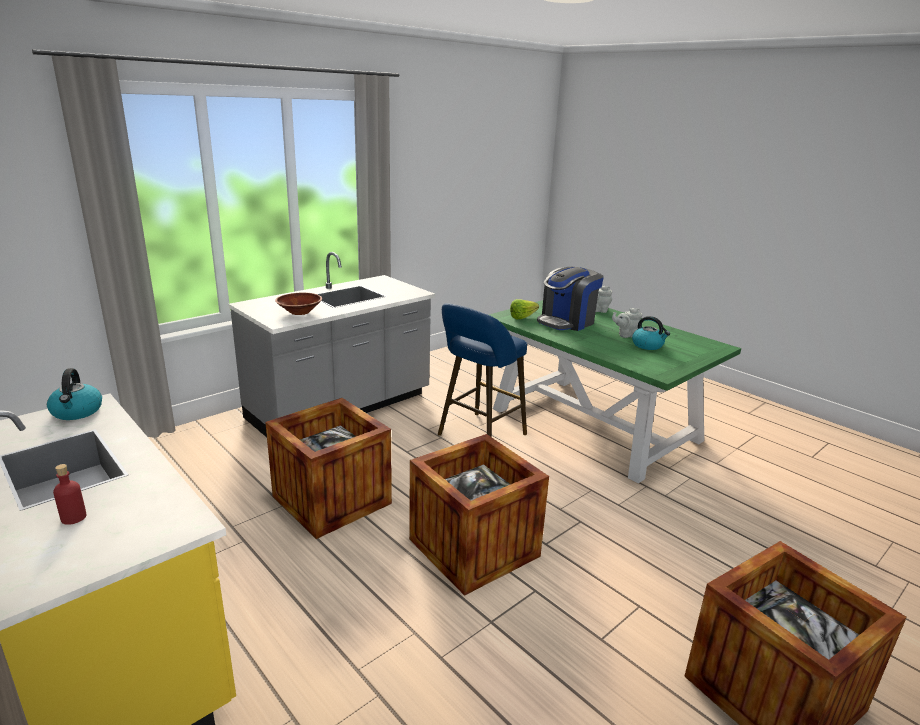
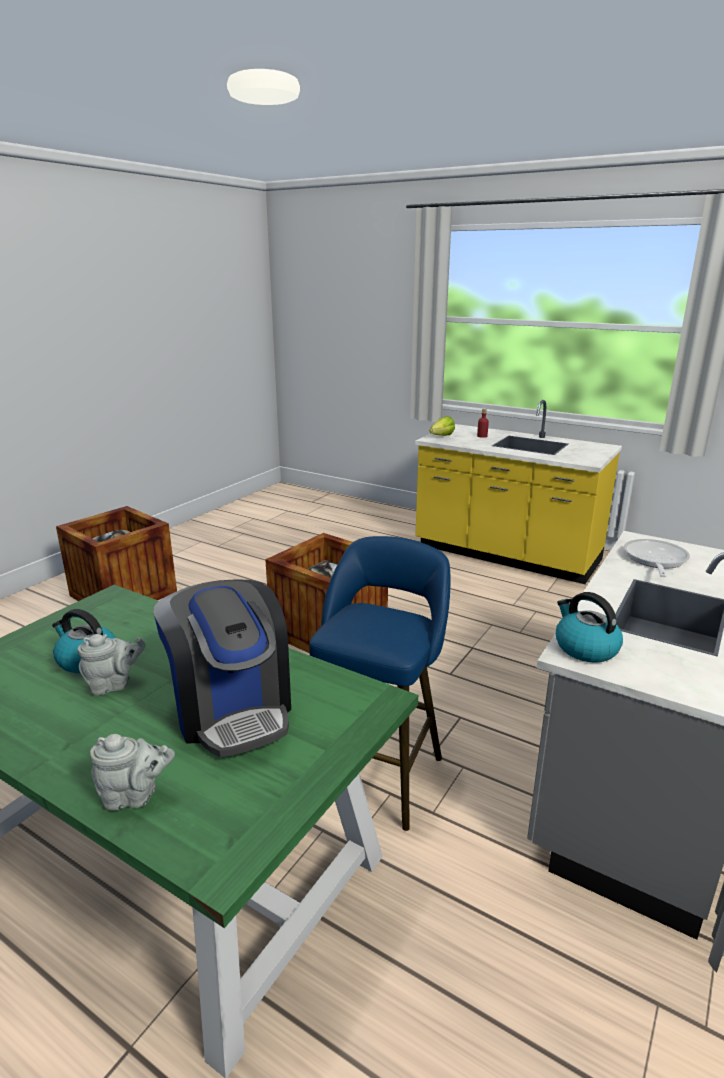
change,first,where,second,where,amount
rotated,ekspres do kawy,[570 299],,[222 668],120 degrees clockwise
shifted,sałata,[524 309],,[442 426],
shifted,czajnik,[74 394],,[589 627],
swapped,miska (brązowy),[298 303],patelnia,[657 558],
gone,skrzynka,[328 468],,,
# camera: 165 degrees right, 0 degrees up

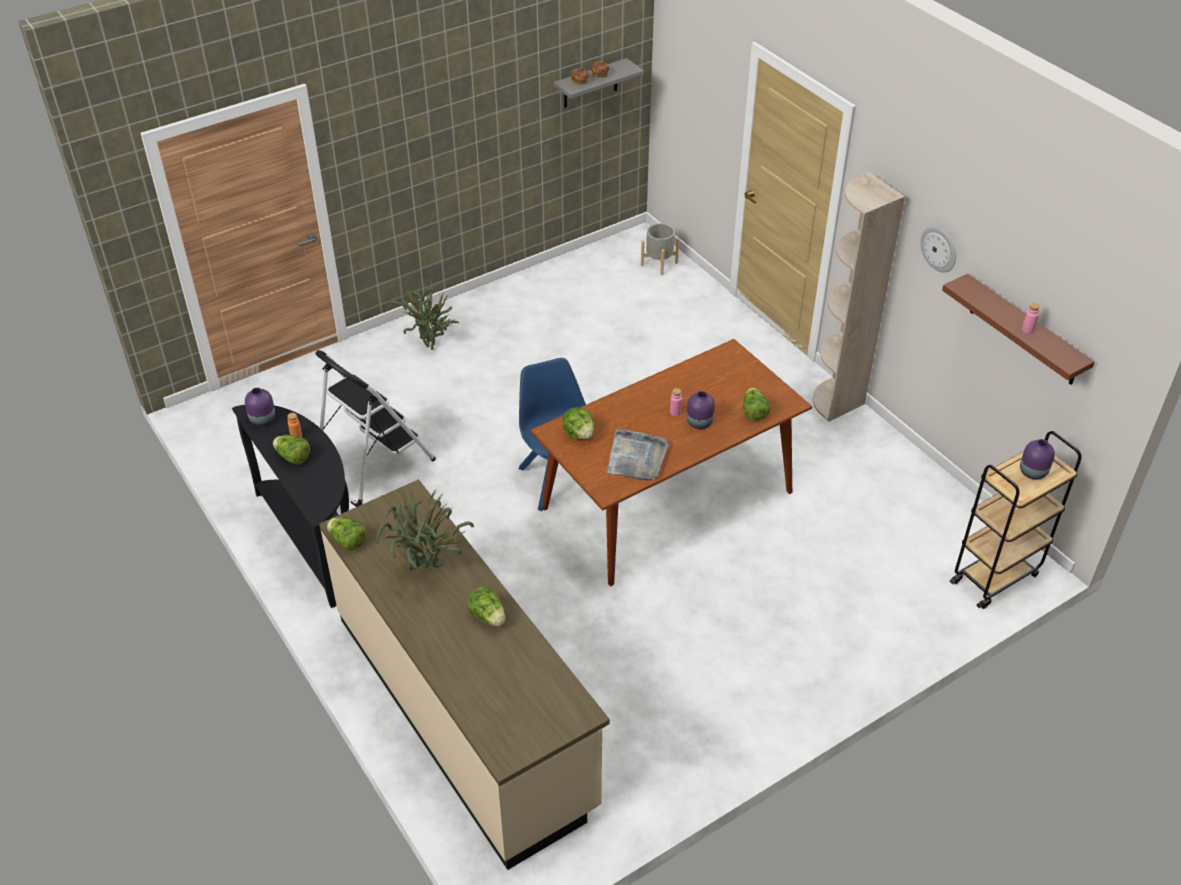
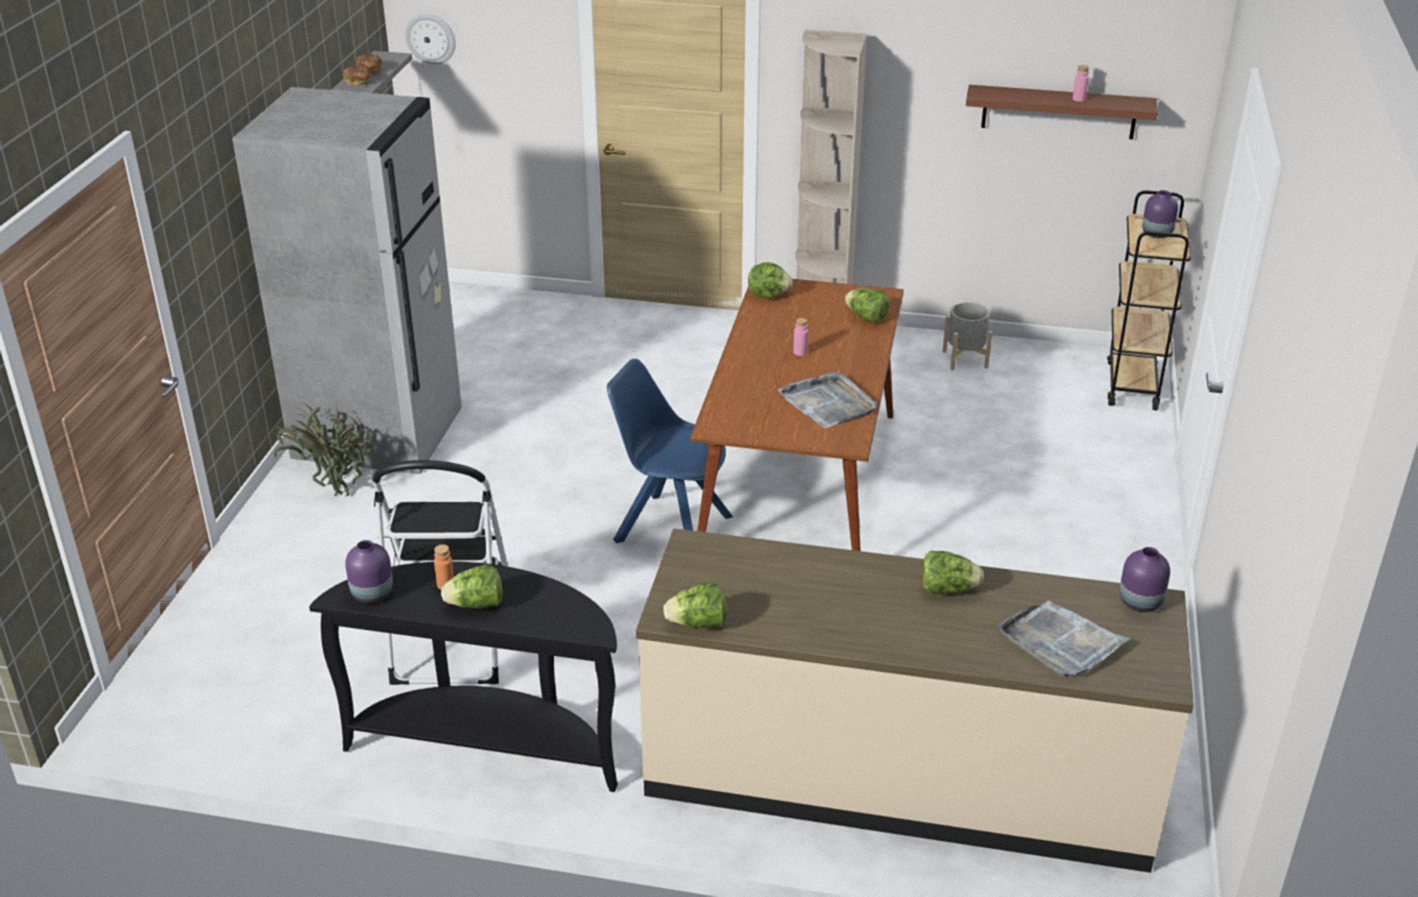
change,first,where,second,where,amount
new,,,lodówka (szary),[347 280],
shifted,zegar ścienny,[938 250],,[430 39],
shifted,sałata,[578 423],,[770 280],
shifted,donica (szary),[660 249],,[967 336],
new,,,taca (szary),[1064 639],
shifted,wazon (fioletowy),[701 410],,[1145 579],
gone,roślina doniczkowa,[425 528],,,
# camera: 45 degrees left, 10 degrees down

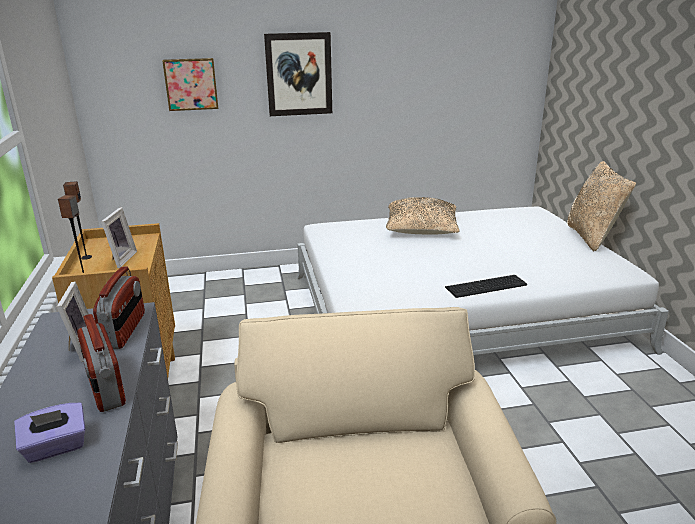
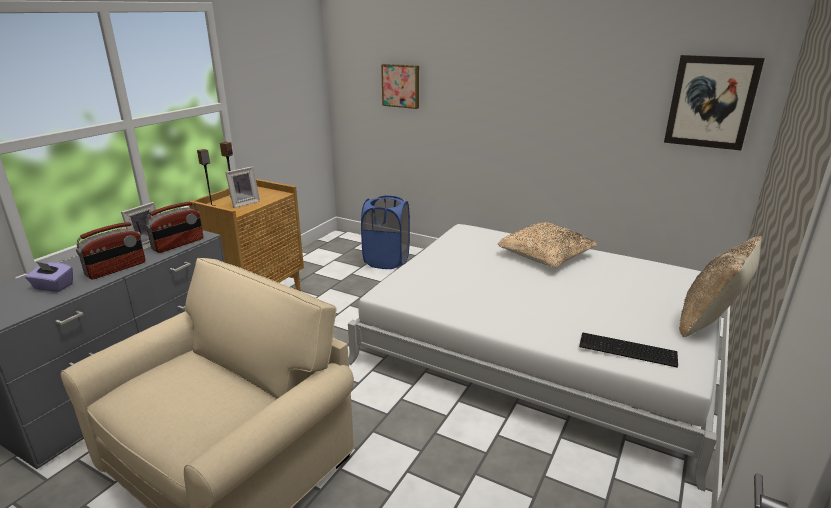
change,first,where,second,where,amount
rotated,radio,[101 363],,[110 250],150 degrees counterclockwise
new,,,kosz na pranie (niebieski),[385 232],
shifted,klawiatura,[486 286],,[628 350],
shifted,obraz,[298 74],,[714 102],
# camera: 40 degrees right, 0 degrees up

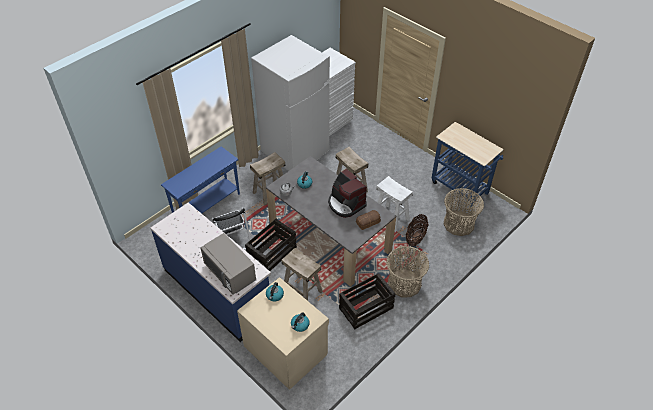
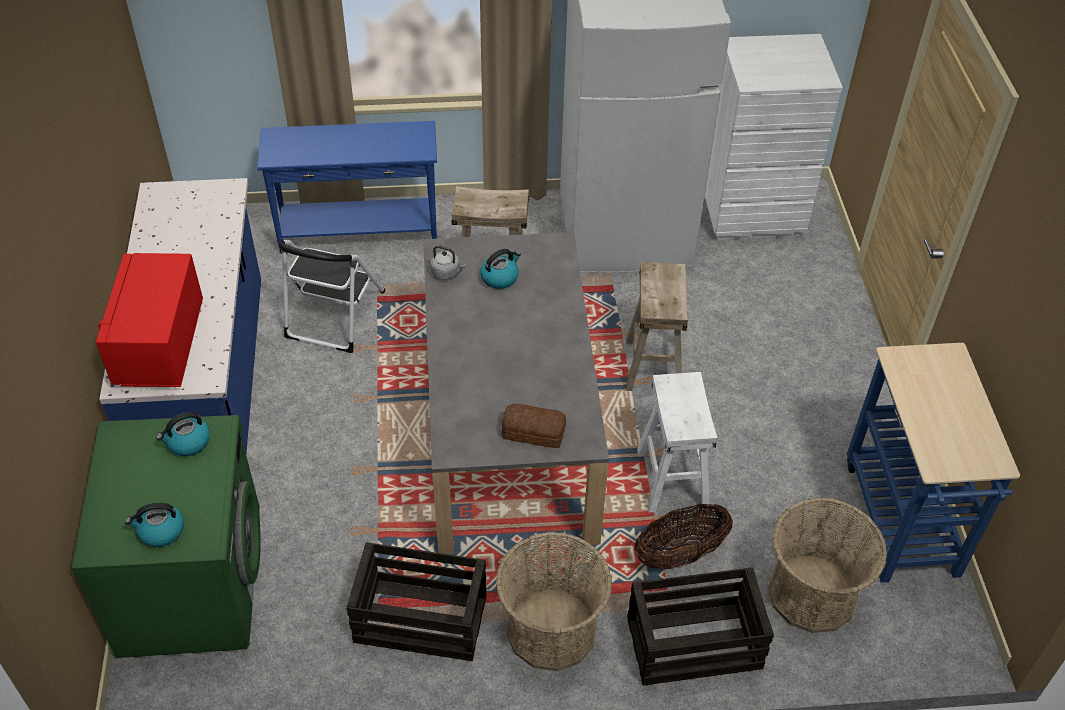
change,first,where,second,where,amount
repainted,pralka (beżowy),[283 333],pralka (zielony),[166 536],
repainted,mikrofalówka (szary),[228 263],mikrofalówka (czerwony),[149 320],
shifted,skrzynka,[271 245],,[700 626],
gone,stołek (beżowy),[302 274],,,
gone,ekspres do kawy,[347 193],,,
# camera: 40 degrees right, 0 degrees up

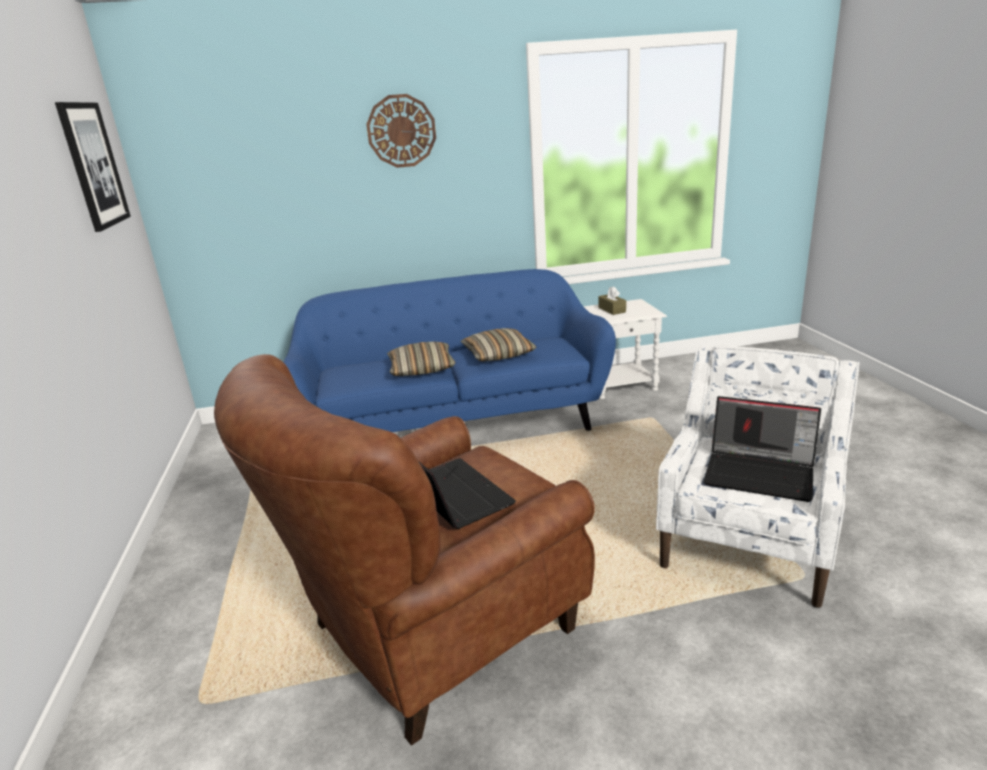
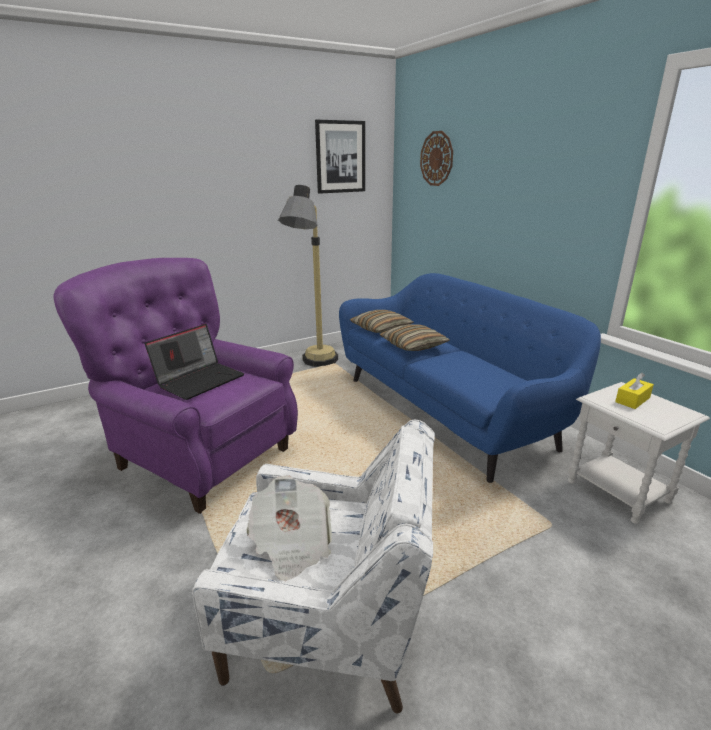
change,first,where,second,where,amount
repainted,fotel (brązowy),[404 550],fotel (fioletowy),[175 386],
swapped,laptop,[762 449],gazeta,[289 528],
new,,,lampa stojąca,[308 276],
shifted,poduszka,[498 344],,[382 321],
shifted,zegar ścienny,[401 131],,[436 158],
repainted,pudełko chusteczek (brązowy),[612 300],pudełko chusteczek (żółty),[634 391],
# camera: 70 degrees right, 0 degrees up

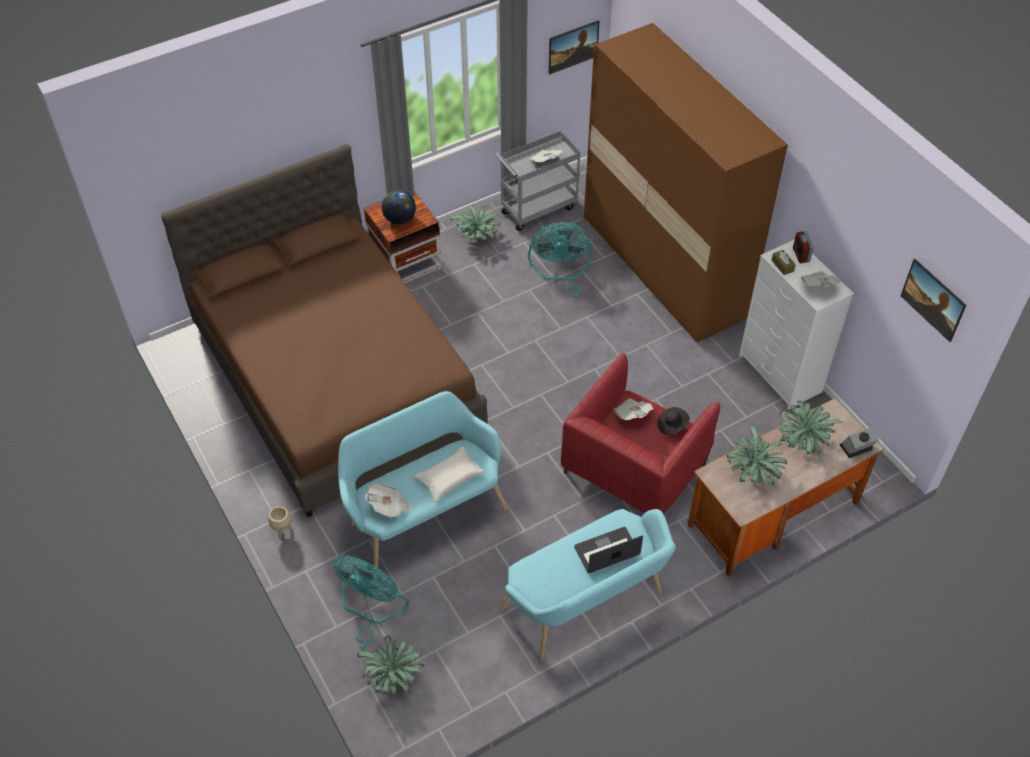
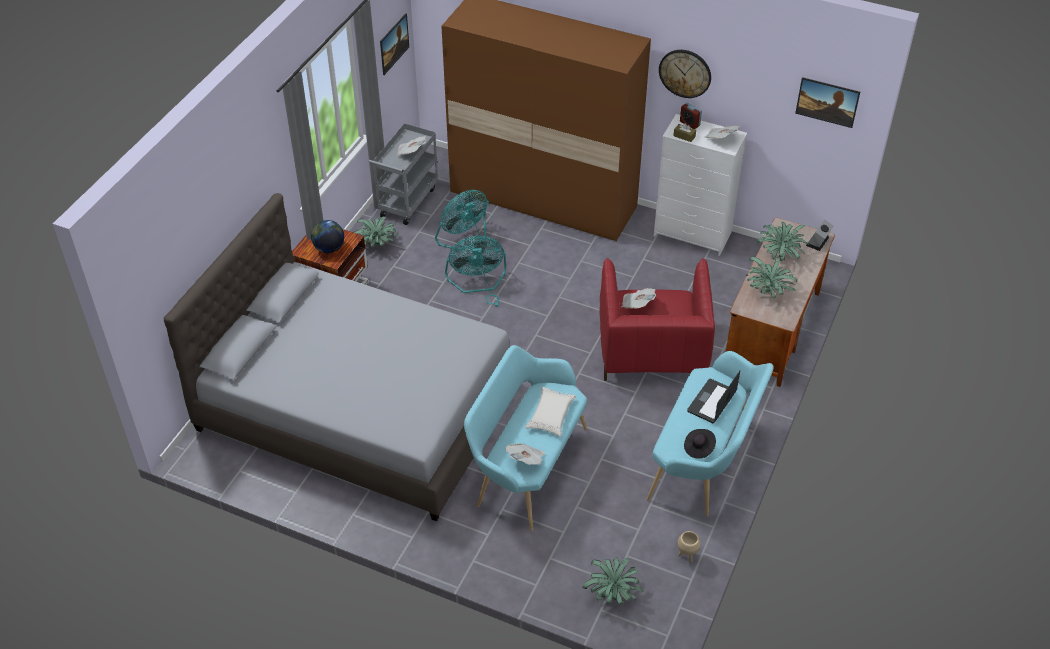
change,first,where,second,where,amount
repainted,łóżko (brązowy),[324 330],łóżko (szary),[336 357],
shifted,wentylator (turkusowy),[370 602],,[475 271],
new,,,zegar ścienny,[685 74],
shifted,donica (beżowy),[280 523],,[688 547],
shifted,kapelusz (czarny),[673 421],,[700 444],
# camera: 35 degrees left, 5 degrees down

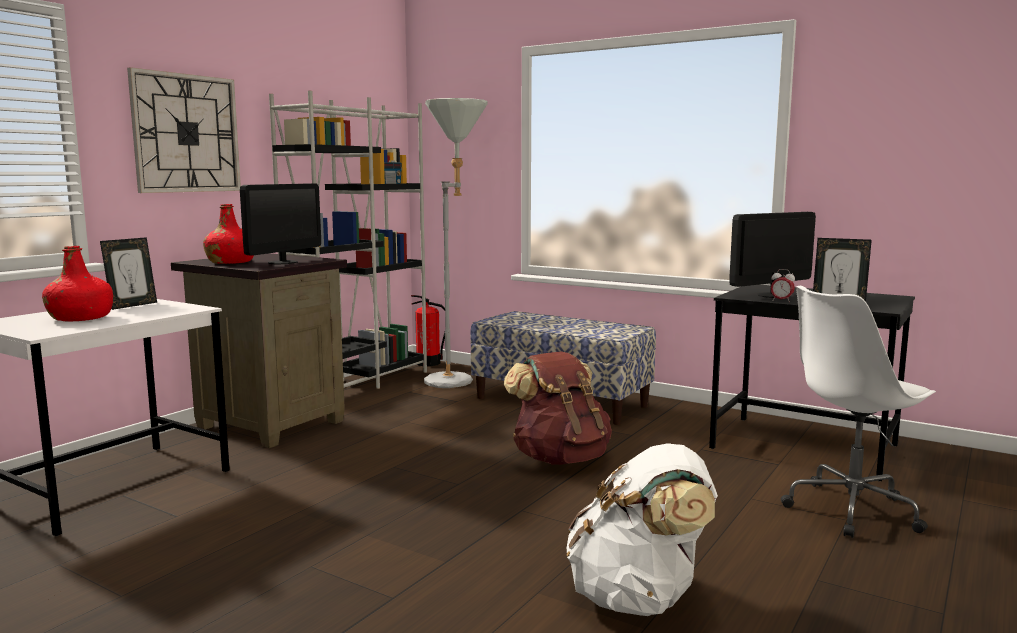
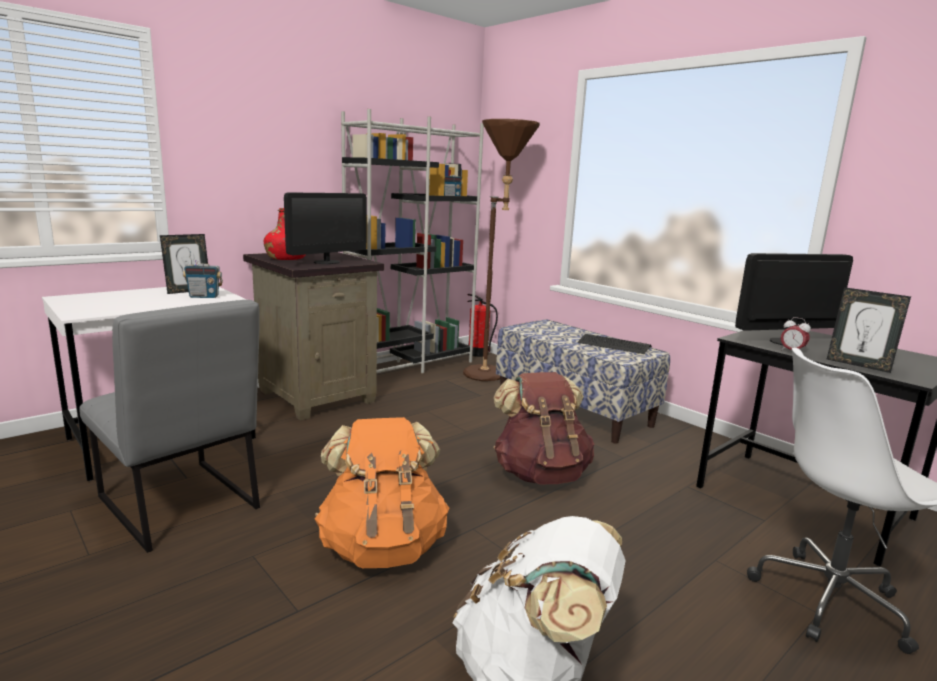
change,first,where,second,where,amount
new,,,krzesło (szary),[169 426],
new,,,radio,[203 273],
new,,,plecak (pomarańczowy),[382 492],
repainted,lampa stojąca (szary),[456 243],lampa stojąca (brązowy),[501 250],
new,,,klawiatura,[615 344],
gone,butelka (czerwony),[77 283],,,
gone,zegar ścienny,[184 130],,,
# camera: 15 degrees right, 5 degrees up

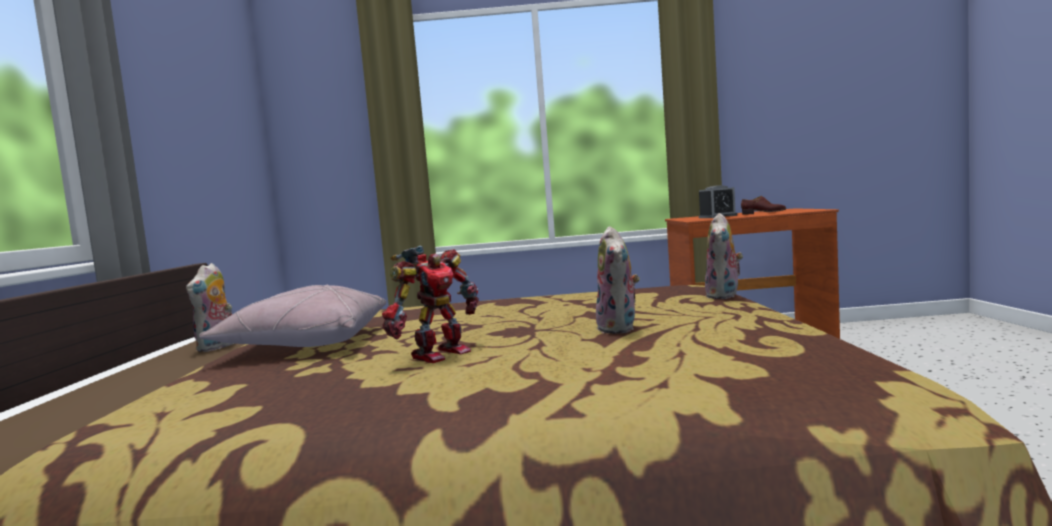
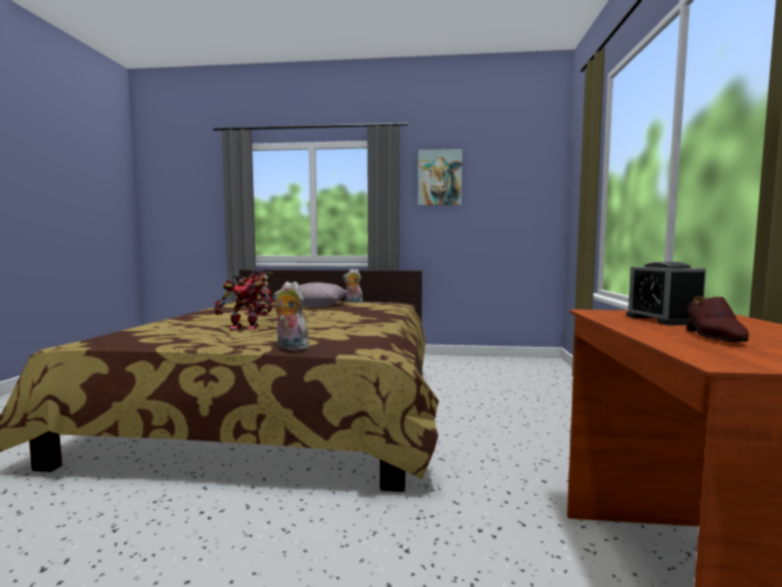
change,first,where,second,where,amount
swapped,pluszak,[618 280],robot zabawkowy,[244 302],
new,,,obraz,[440 177],
# camera: 95 degrees right, 0 degrees up

